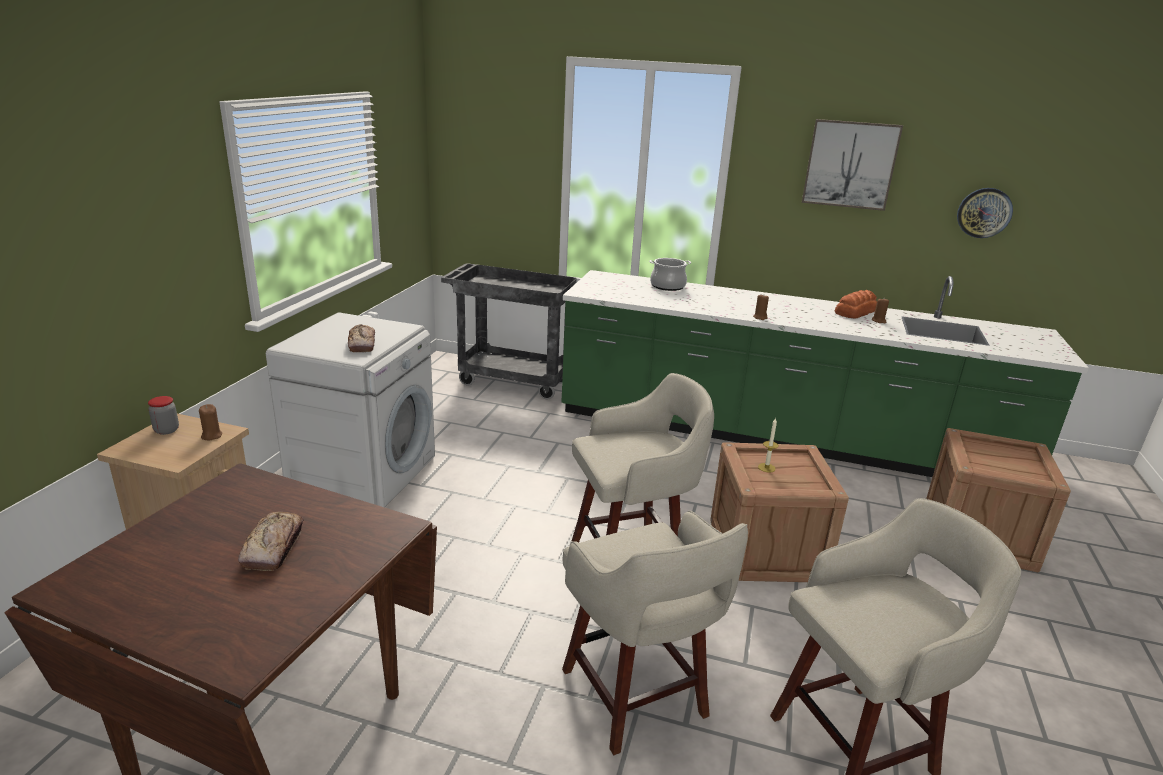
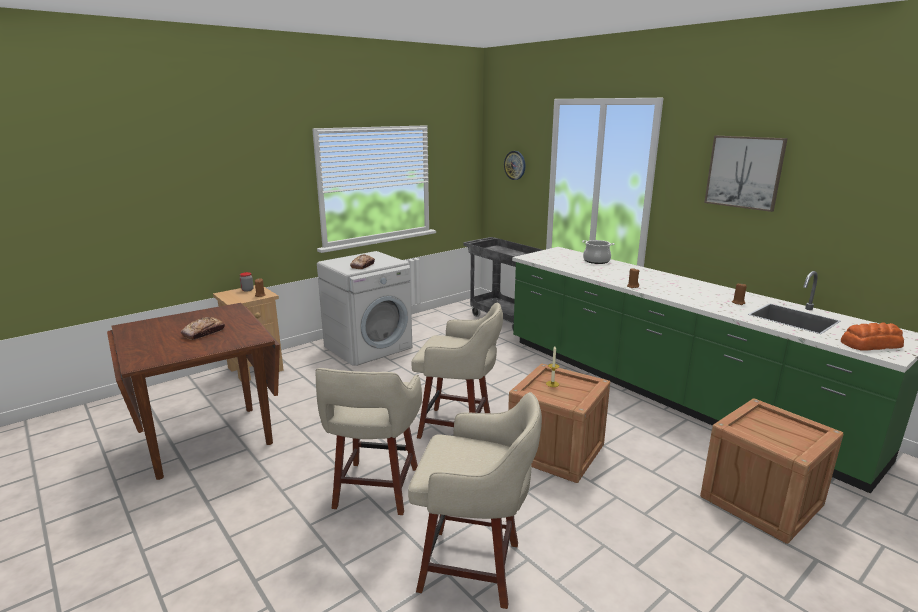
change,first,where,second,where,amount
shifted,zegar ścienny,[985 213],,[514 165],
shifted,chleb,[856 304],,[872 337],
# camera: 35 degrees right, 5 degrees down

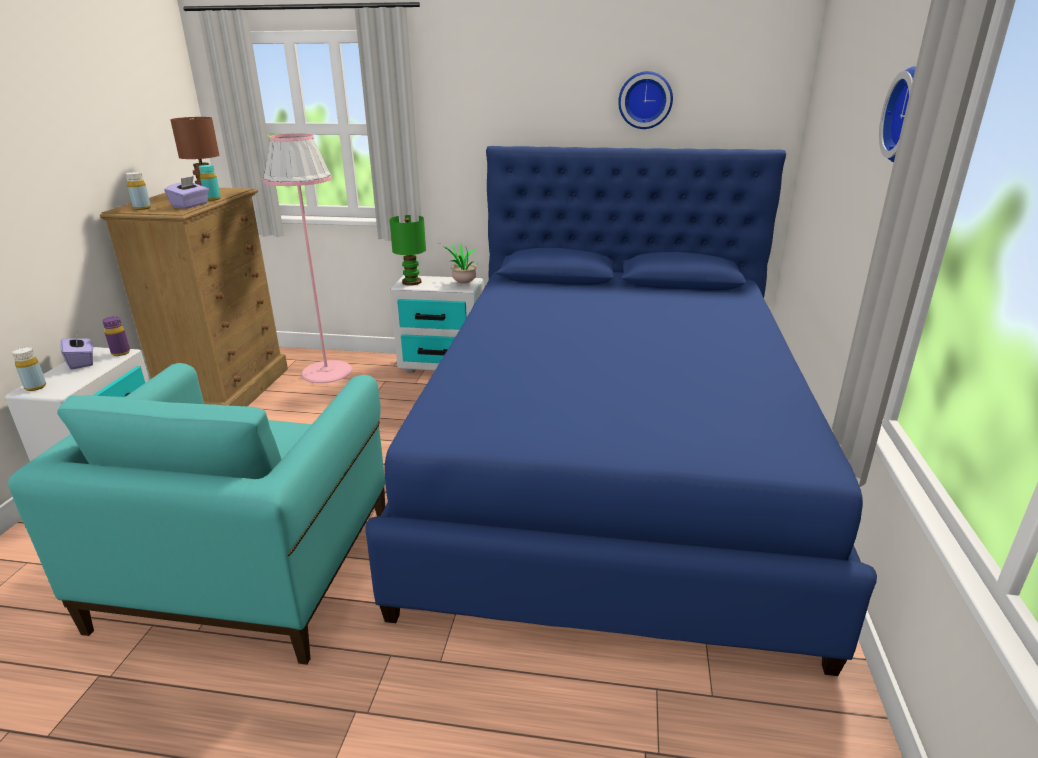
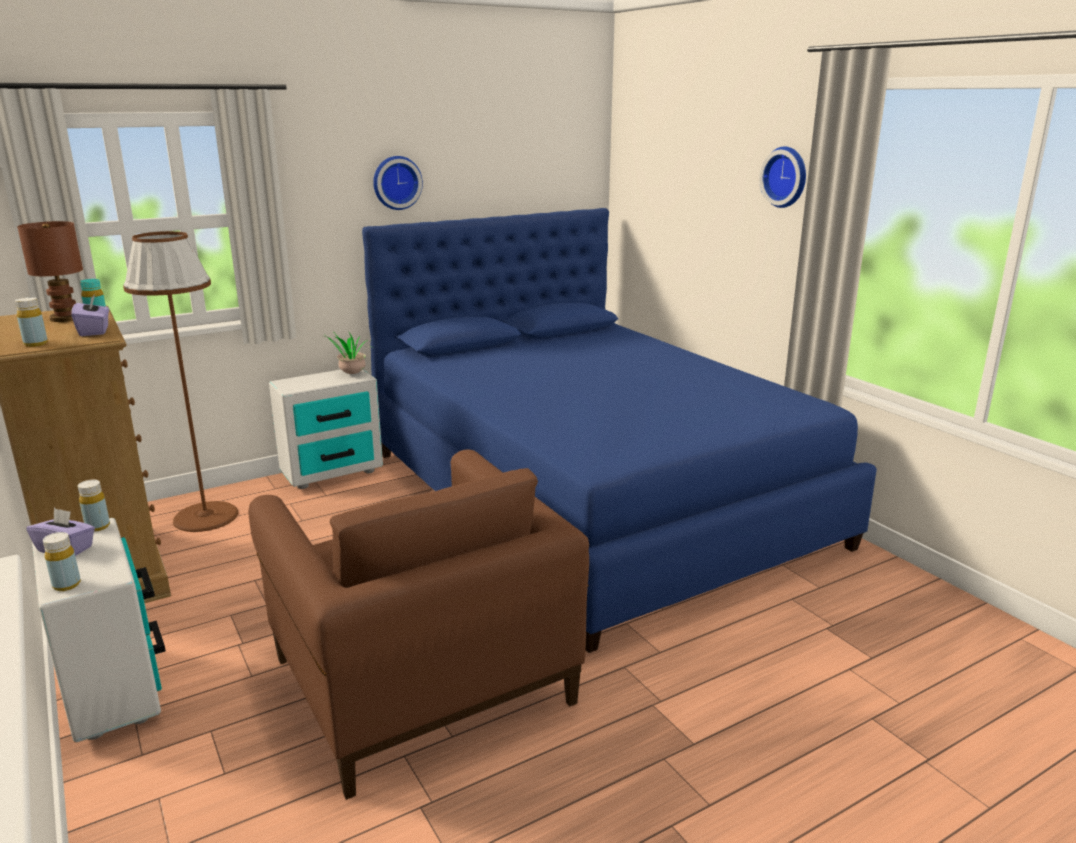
change,first,where,second,where,amount
repainted,butelka (fioletowy),[116 336],butelka (żółty),[94 506],
repainted,lampa stojąca (różowy),[307 258],lampa stojąca (brązowy),[180 381],
repainted,fotel (turkusowy),[196 514],fotel (brązowy),[418 624],
shifted,zegar ścienny,[645 100],,[398 183],
gone,lampa stołowa (zielony),[407 250],,,
# camera: 40 degrees left, 5 degrees down

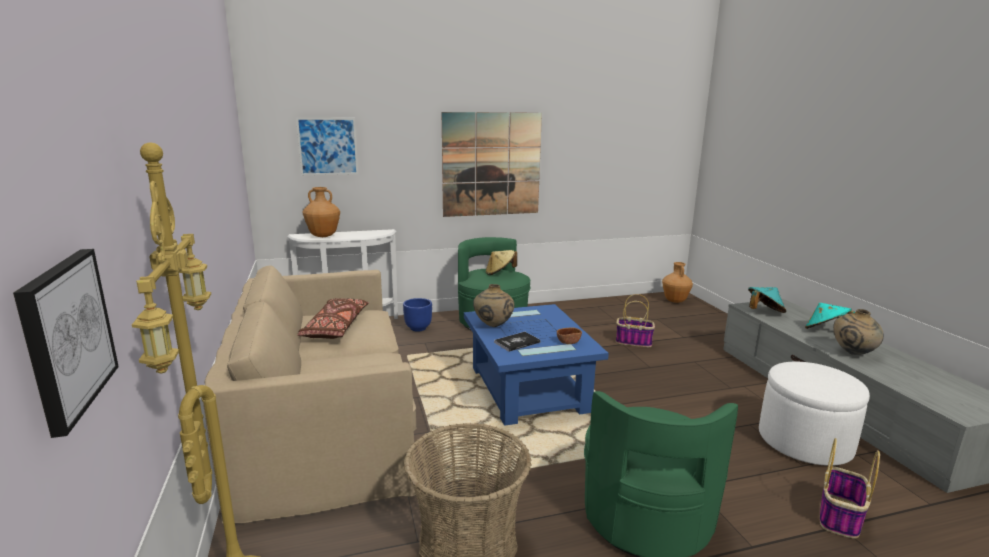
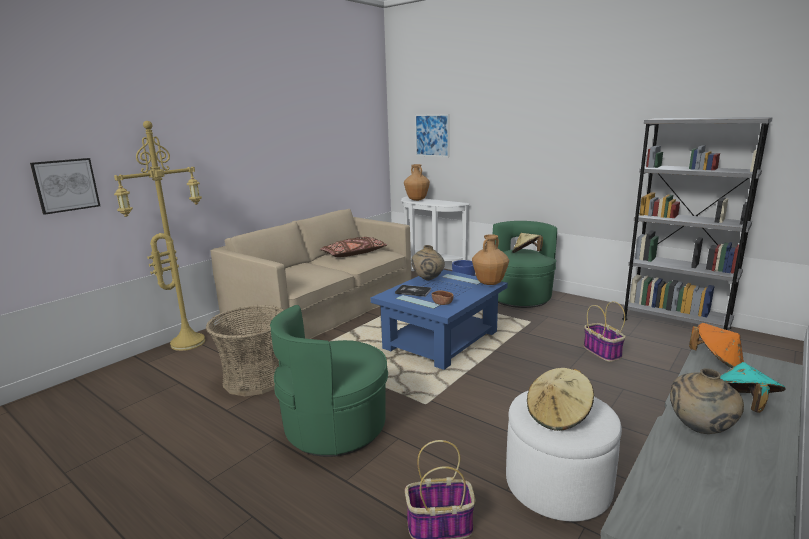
change,first,where,second,where,amount
shifted,wazon (brązowy),[677 282],,[490 259],
new,,,kapelusz (beżowy),[560 399],
new,,,regał (szary),[697 223],
repainted,kapelusz (turkusowy),[767 300],kapelusz (pomarańczowy),[716 345],
gone,obraz,[492 164],,,
# camera: 55 degrees right, 0 degrees up

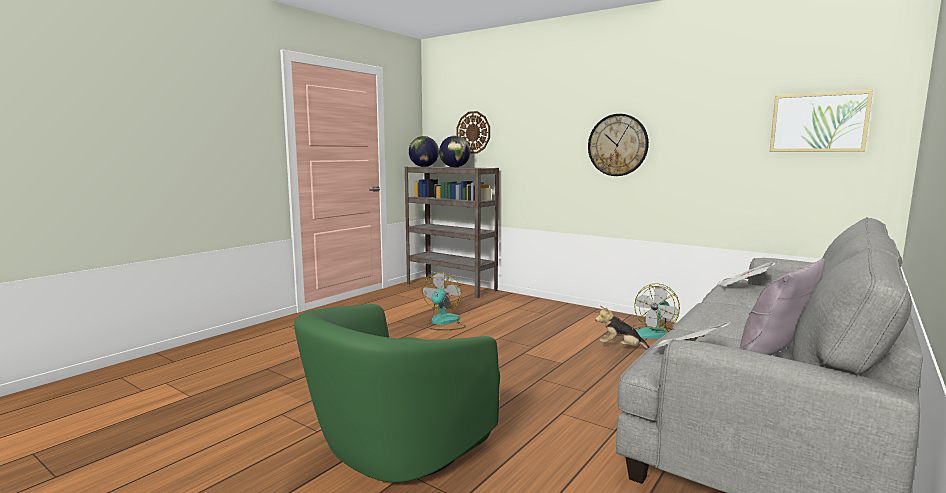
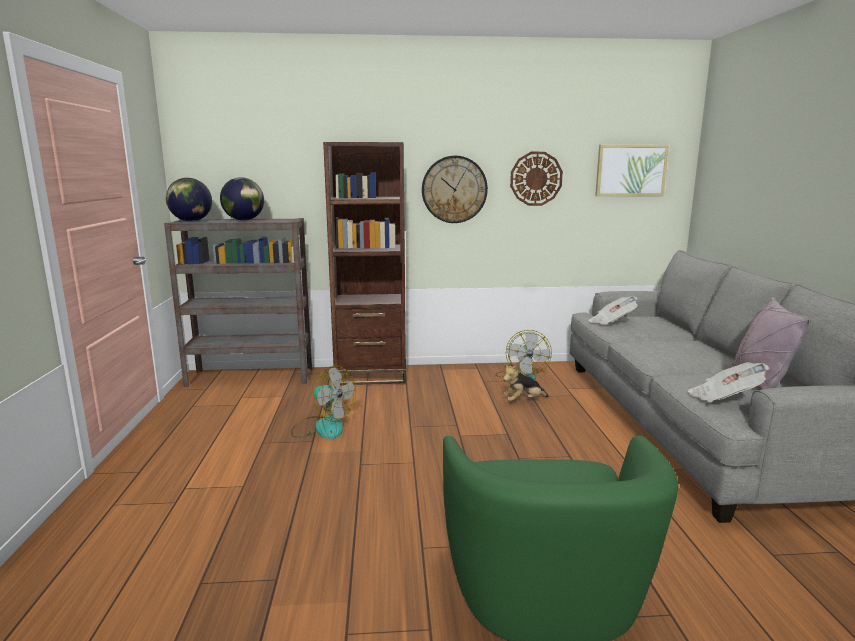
change,first,where,second,where,amount
rotated,wentylator,[443 301],,[323 402],150 degrees clockwise
new,,,regał (brązowy),[364 263],
shifted,zegar ścienny,[473 132],,[536 179],
# camera: 40 degrees left, 5 degrees up

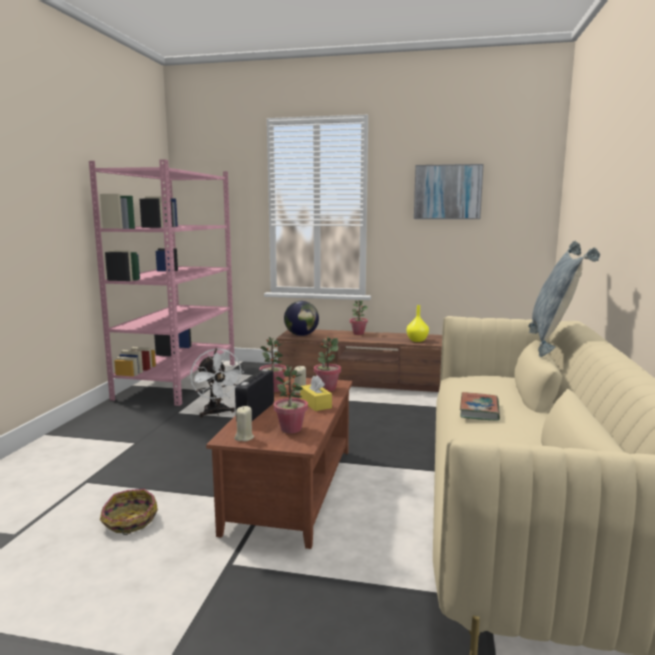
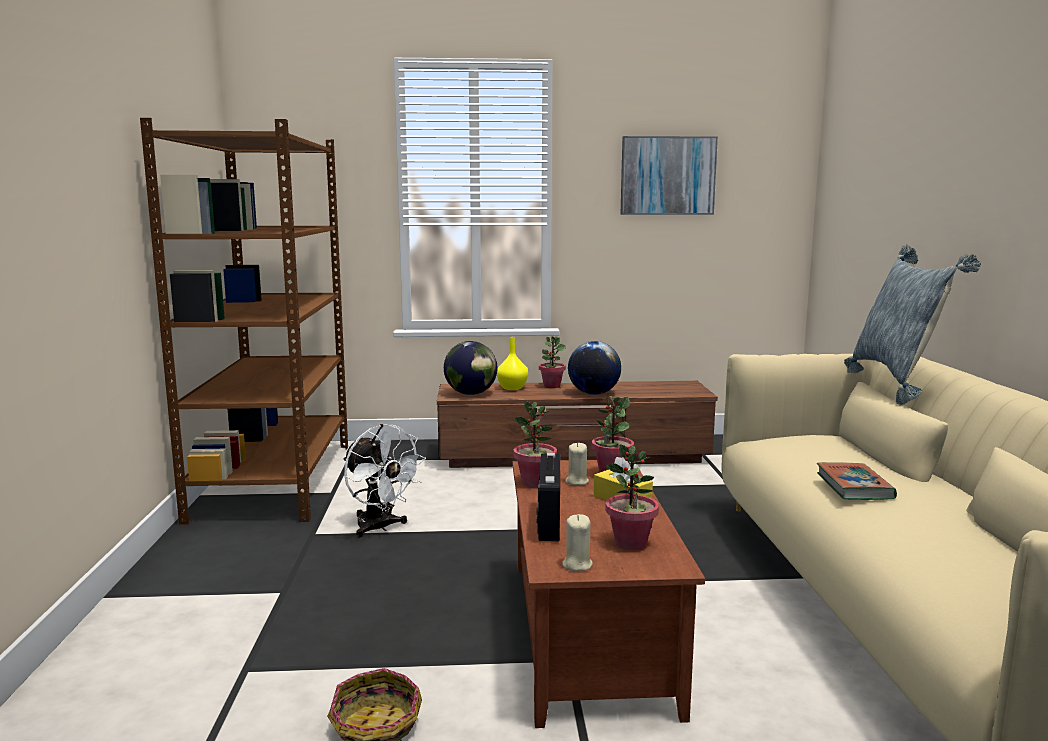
change,first,where,second,where,amount
repainted,regał (różowy),[162 283],regał (brązowy),[244 321],
shifted,wazon (żółty),[417 323],,[512 363],
new,,,globus,[594 368],
# camera: 15 degrees left, 0 degrees up

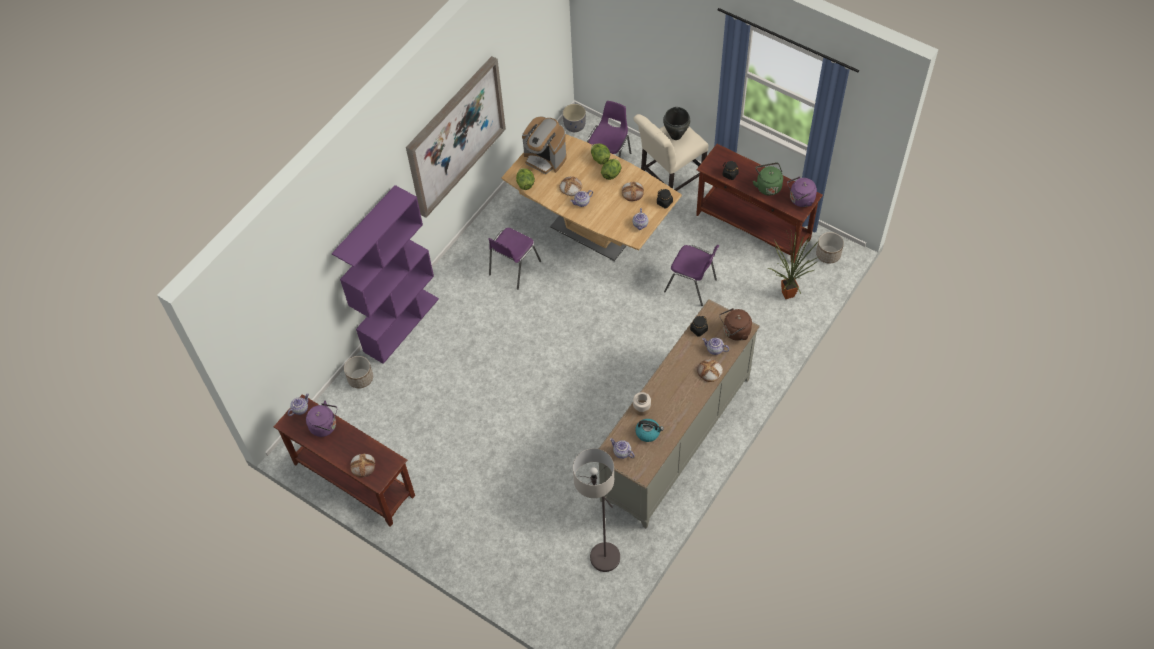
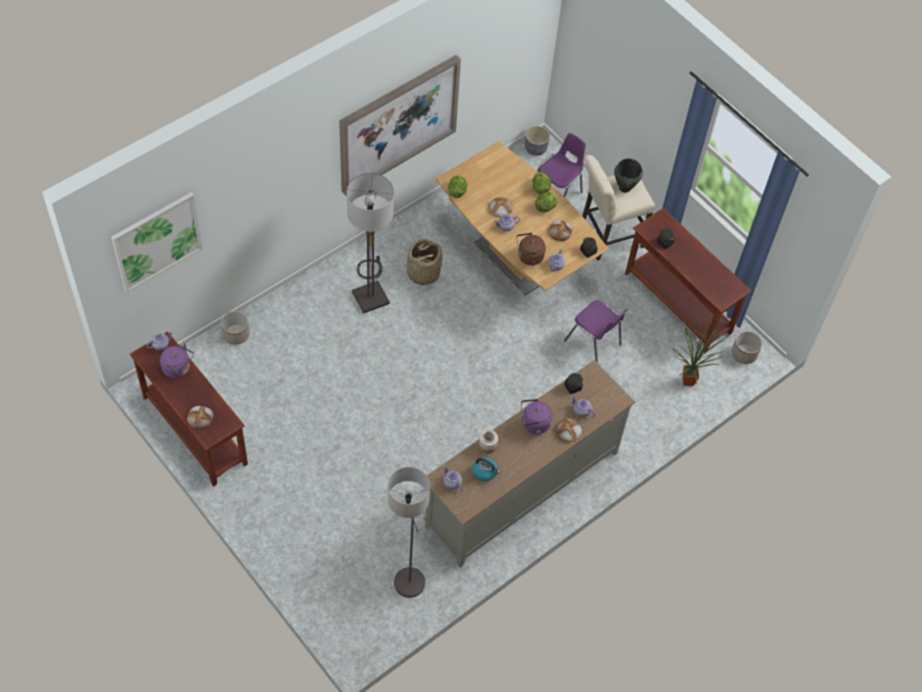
change,first,where,second,where,amount
new,,,obraz,[157 242],
new,,,lampa stojąca,[370 243],
swapped,krzesło (fioletowy),[514 259],koszyk,[424 262],
shifted,czajnik (brązowy),[735 324],,[531 249],
shifted,czajnik (fioletowy),[802 191],,[536 417],
gone,regał (fioletowy),[385 274],,,
gone,ekspres do kawy,[544 145],,,
gone,czajnik (zielony),[768 179],,,
# camera: 10 degrees right, 0 degrees up

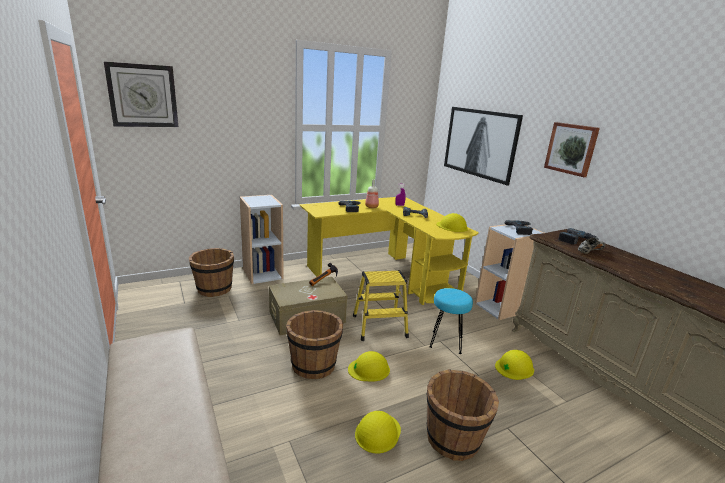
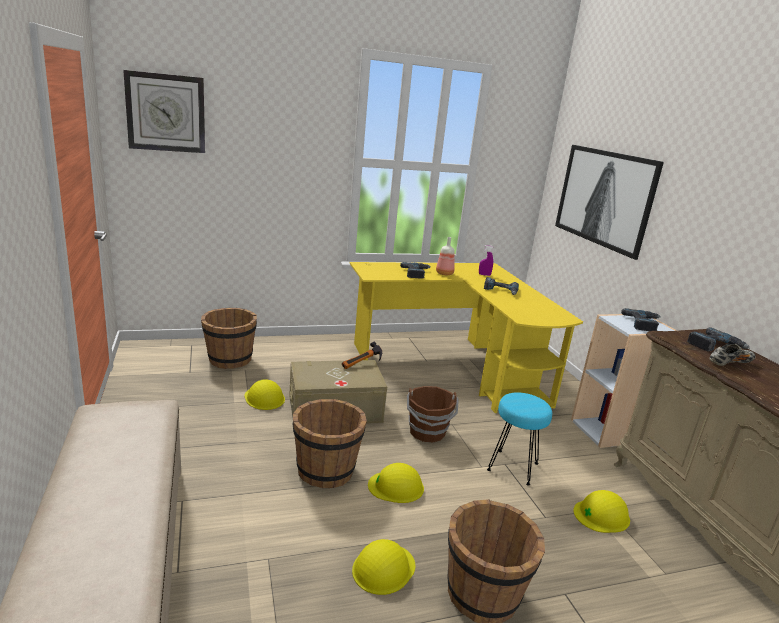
change,first,where,second,where,amount
shifted,kask (żółty),[452 222],,[264 394],
swapped,drabinka (żółty),[381 305],wiadro (brązowy),[433 414],
gone,regał,[262 239],,,
gone,obraz,[572 149],,,
# camera: 10 degrees right, 0 degrees up

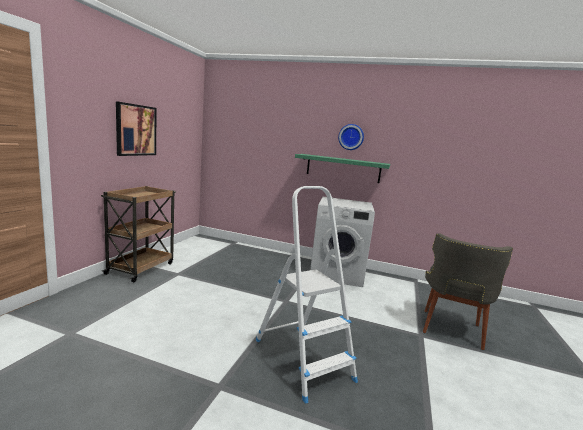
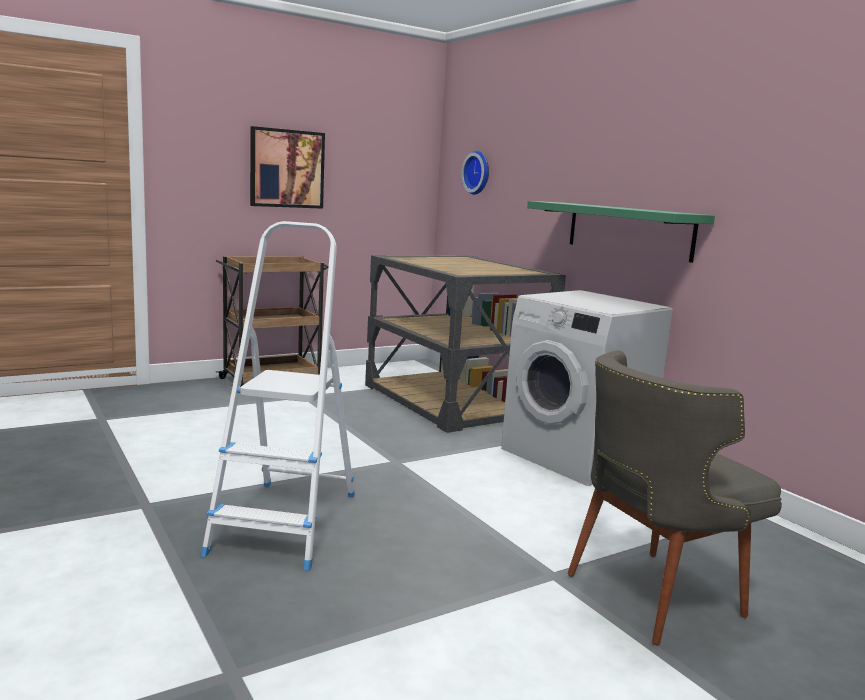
change,first,where,second,where,amount
new,,,regał,[465 344],
shifted,zegar ścienny,[351 137],,[475 173],
# camera: 40 degrees right, 0 degrees up

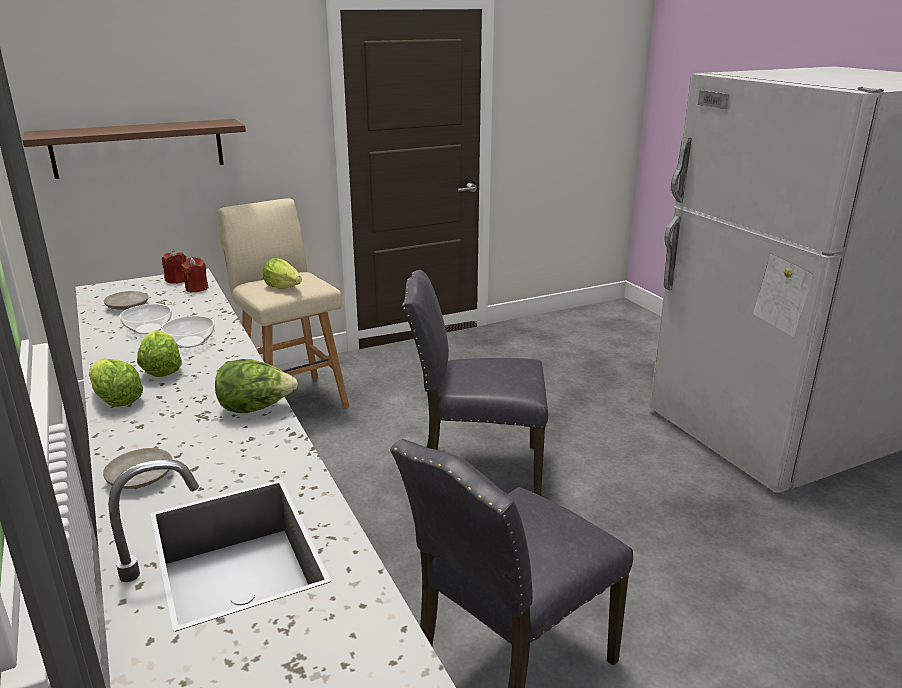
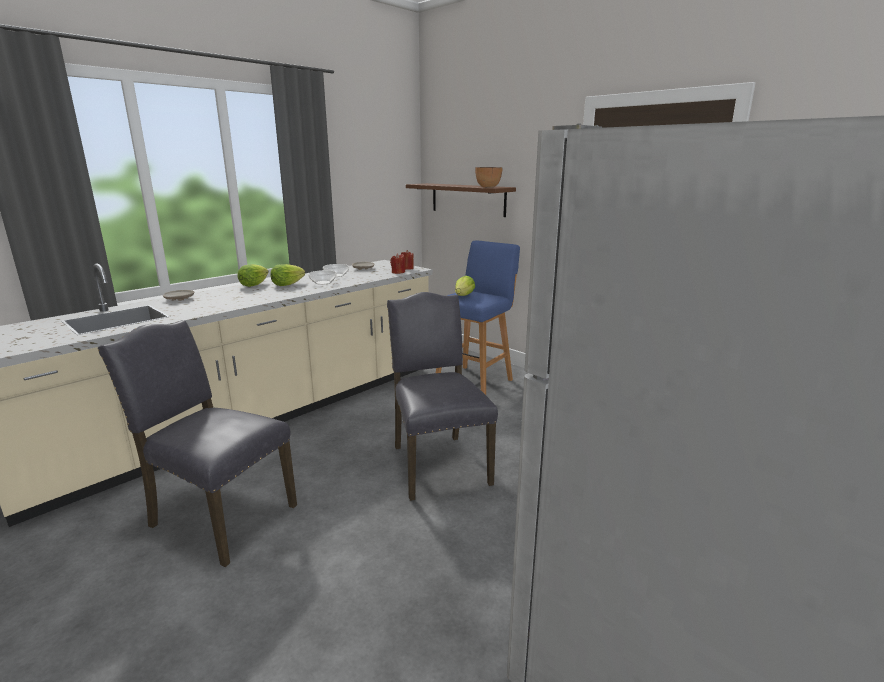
change,first,where,second,where,amount
repainted,stołek (beżowy),[284 303],stołek (niebieski),[478 318],
new,,,miska,[489 177],
gone,sałata,[256 386],,,
# camera: 70 degrees right, 5 degrees down

